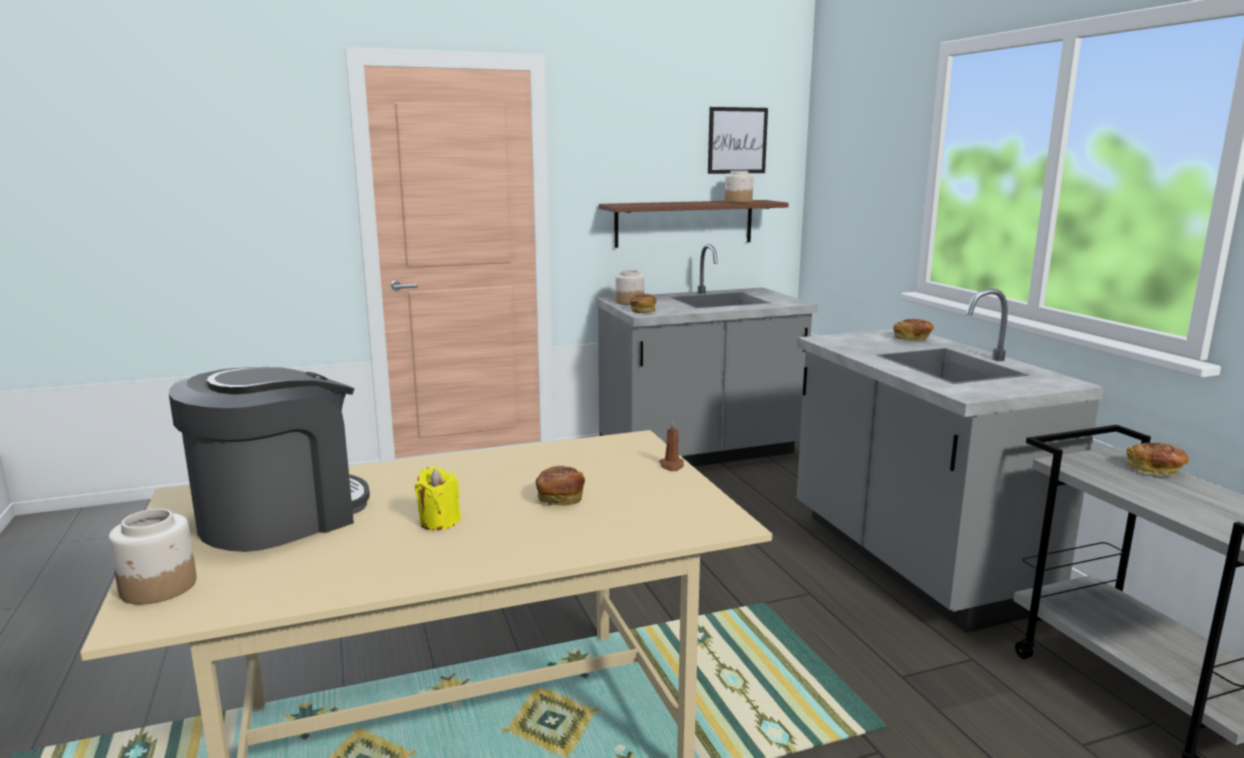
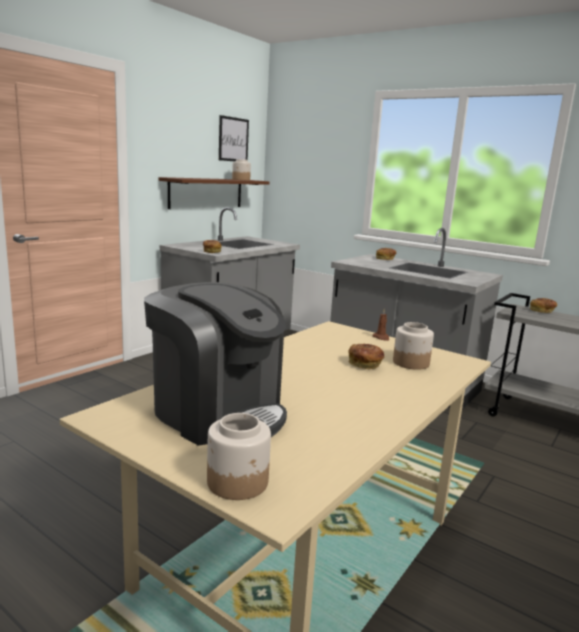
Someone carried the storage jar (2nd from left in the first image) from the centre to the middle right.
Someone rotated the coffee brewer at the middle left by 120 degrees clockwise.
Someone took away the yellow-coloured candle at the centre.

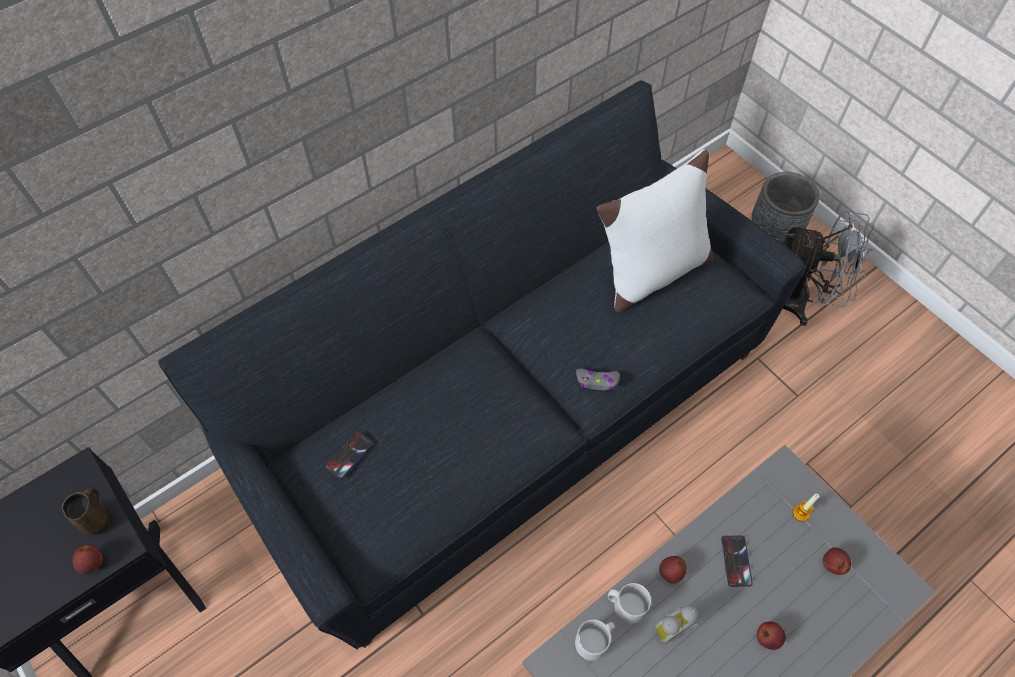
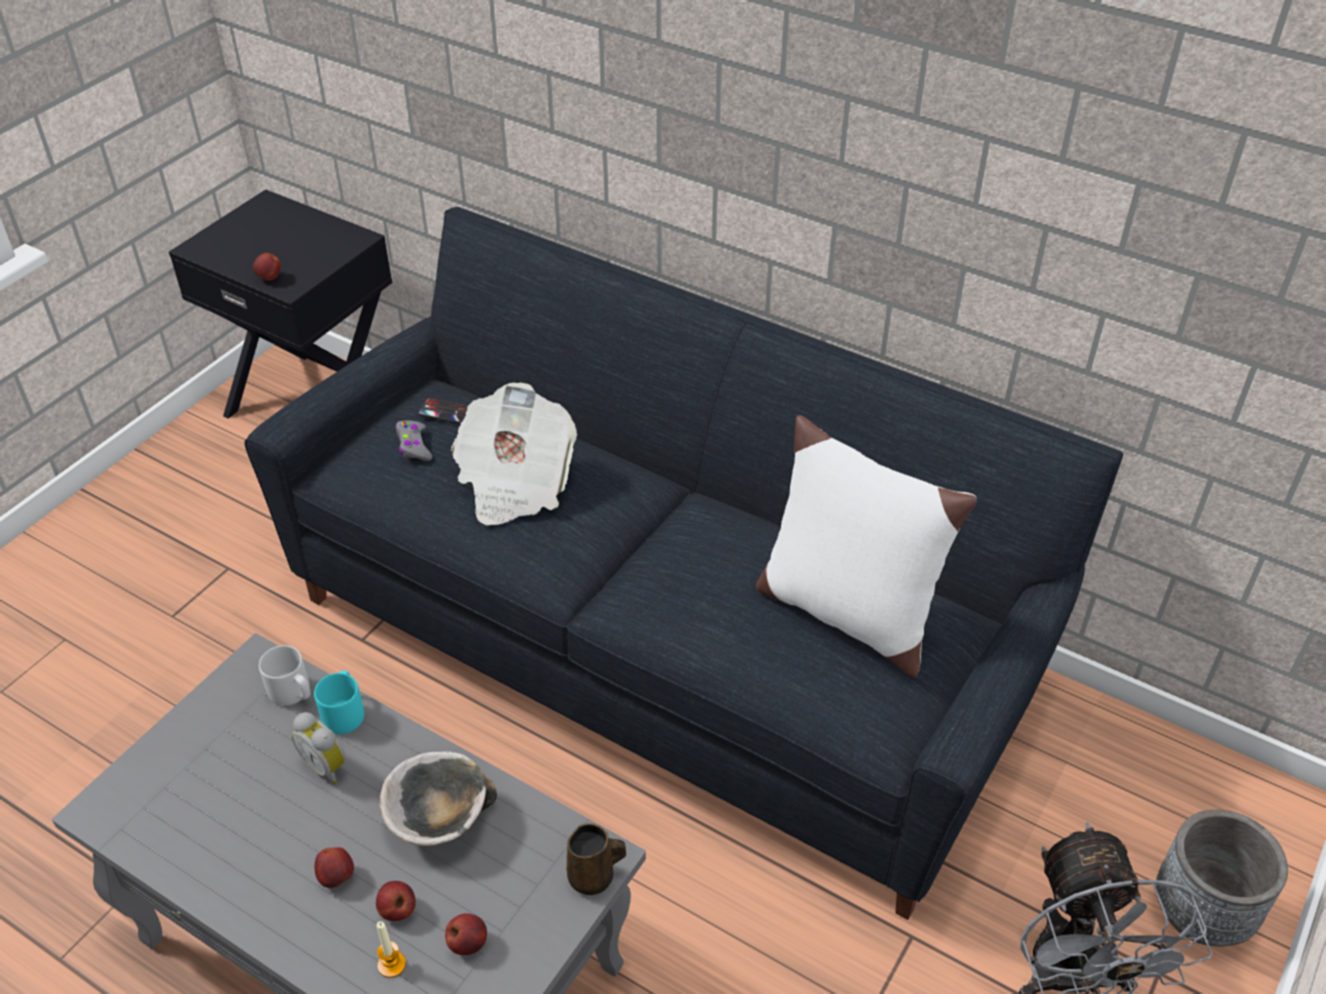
Someone carried the gray game controller from the centre to the middle left.
Someone carried the brown tea mug from the bottom left to the bottom centre.
Someone carried the candle from the bottom right to the bottom left.
Someone swapped the phone (2nd from left) at the bottom right for the serving bowl at the bottom left.
Someone carried the apple fruit (2nd from left in the first image) from the bottom centre to the bottom left.
Someone repainted the gray tea mug (2nd from left) at the bottom centre, which became the turquoise tea mug at the bottom left.
Someone put down the daily paper at the centre.

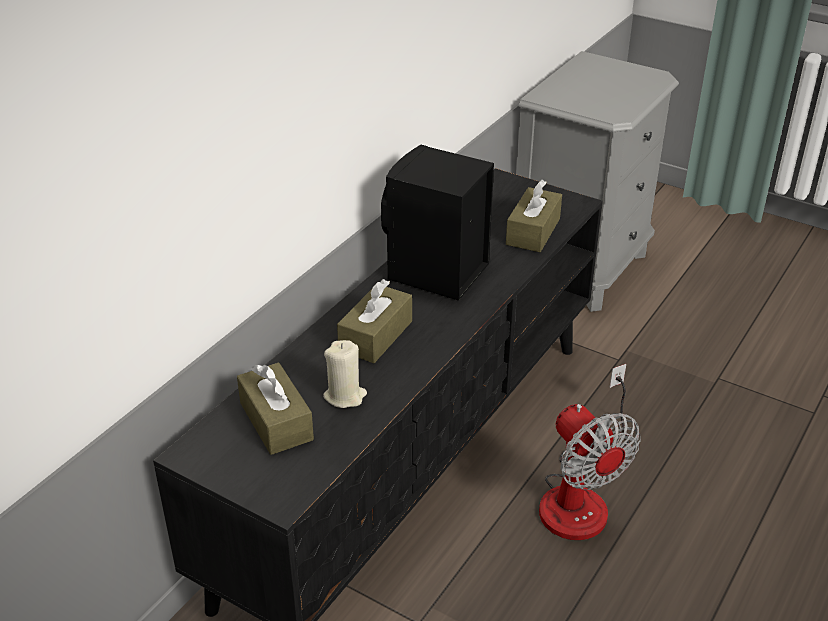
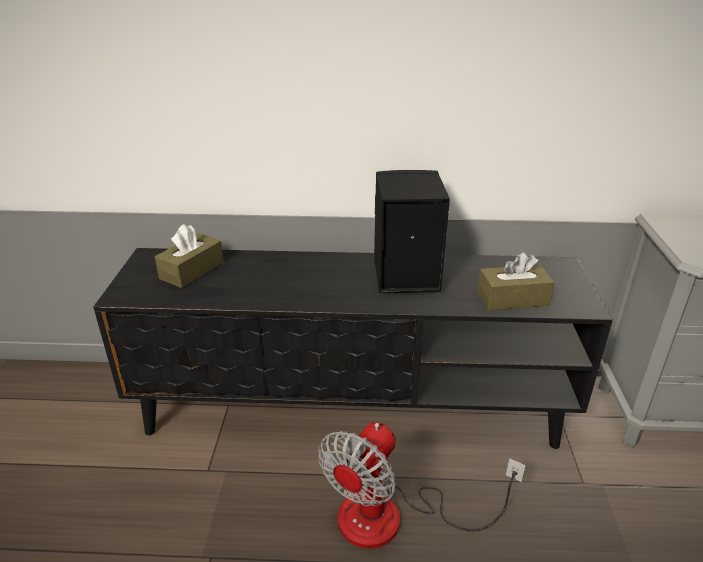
Someone took away the brown box of tissues (2nd from left) at the centre.
Someone took away the sand-coloured candle at the centre.

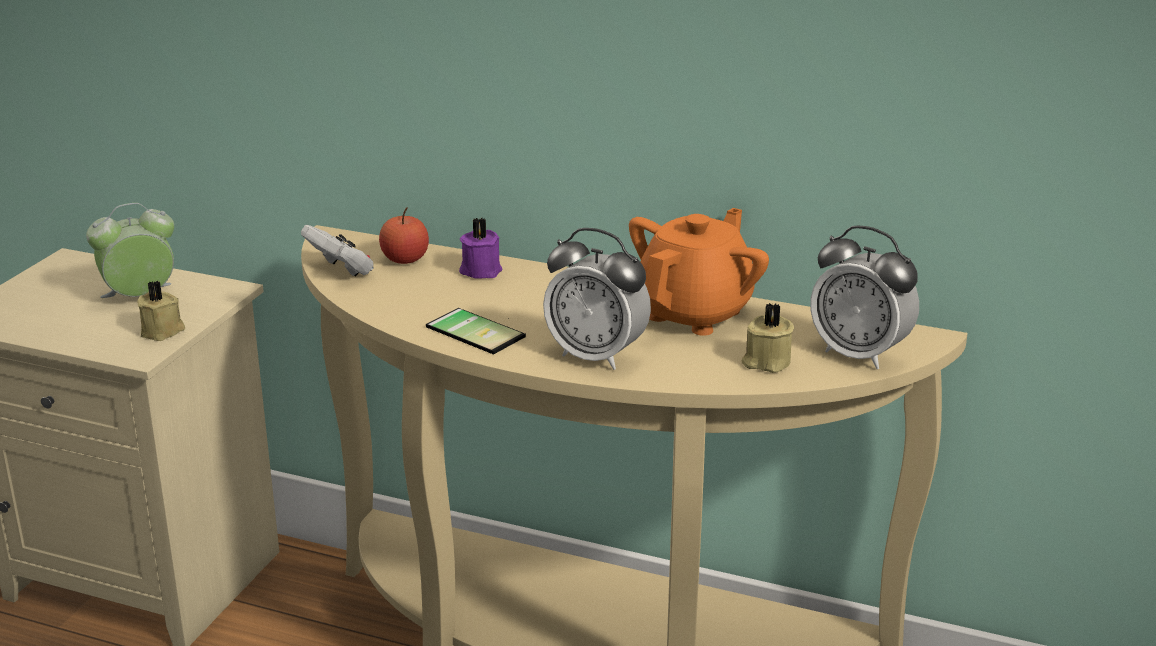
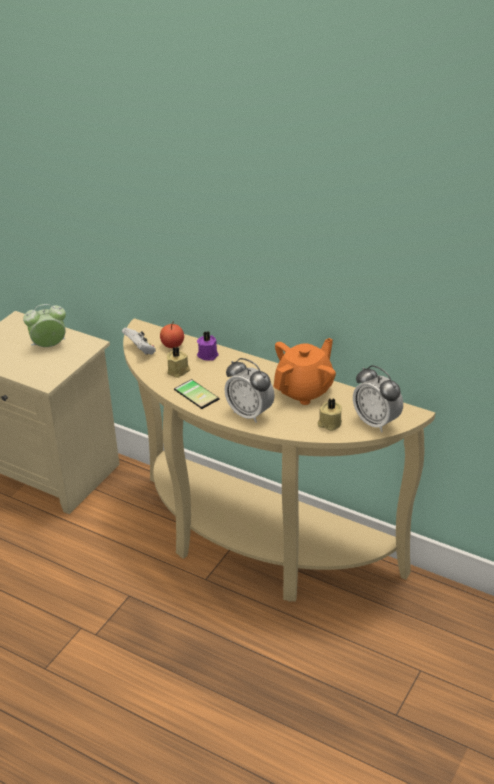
Someone carried the sand-coloured candle (1st from left) from the middle left to the centre.

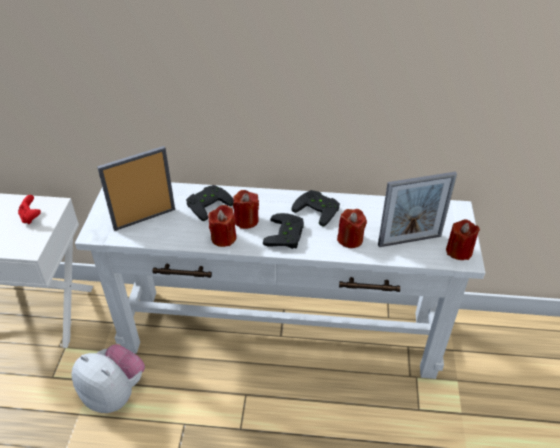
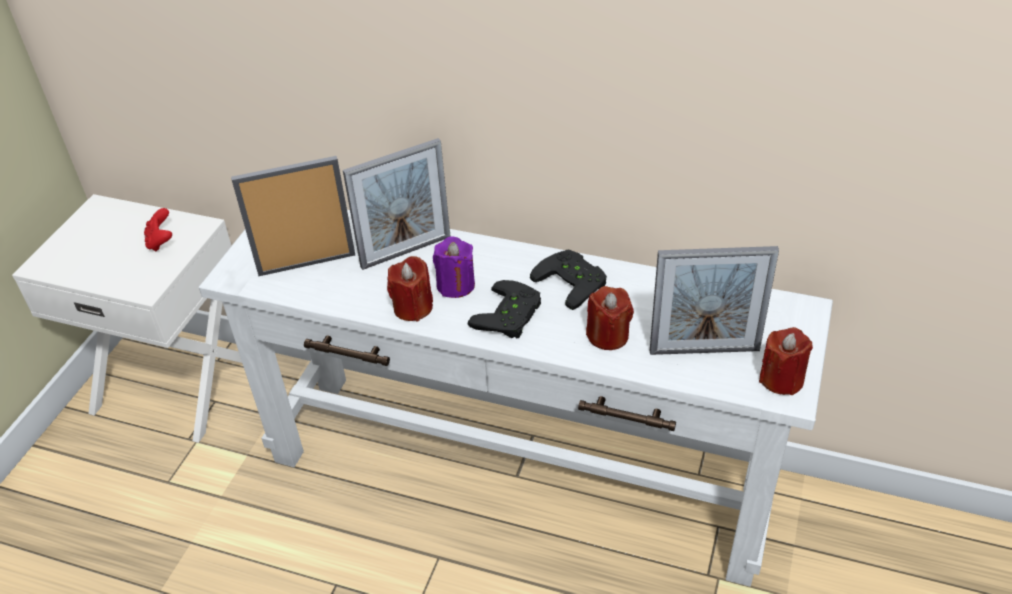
Someone swapped the blackish game controller (1st from left) at the centre for the photo frame (2nd from left) at the centre.
Someone repainted the red-coloured candle (2nd from left) at the centre, which became the purple-coloured candle at the centre.
Someone took away the soft toy at the bottom left.

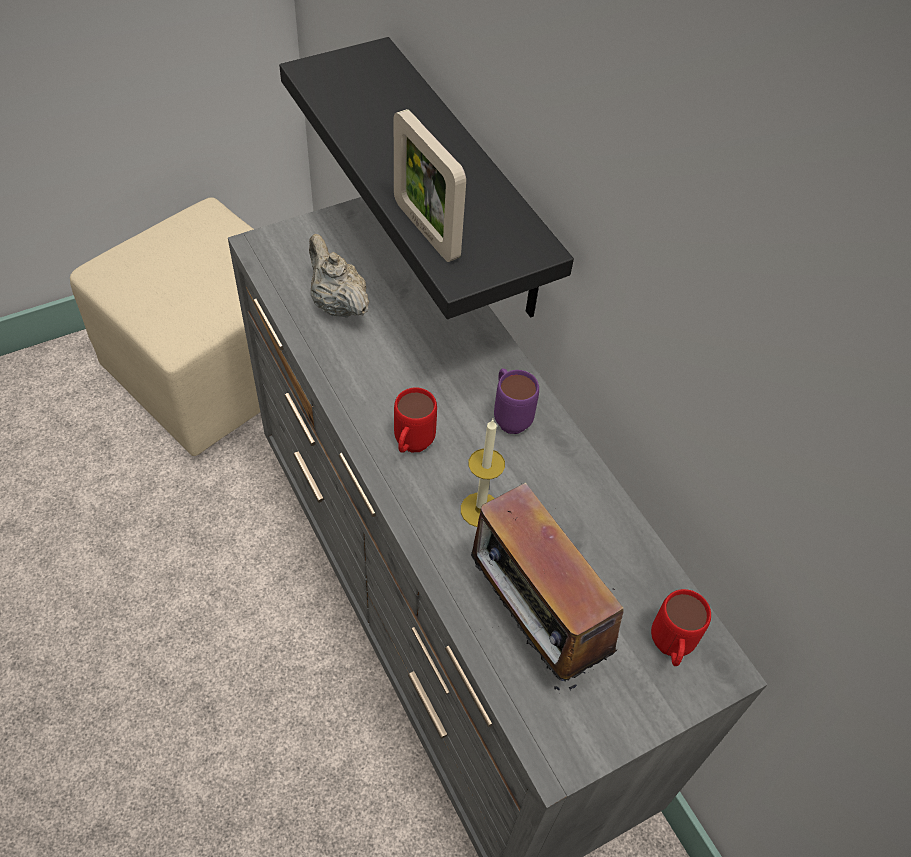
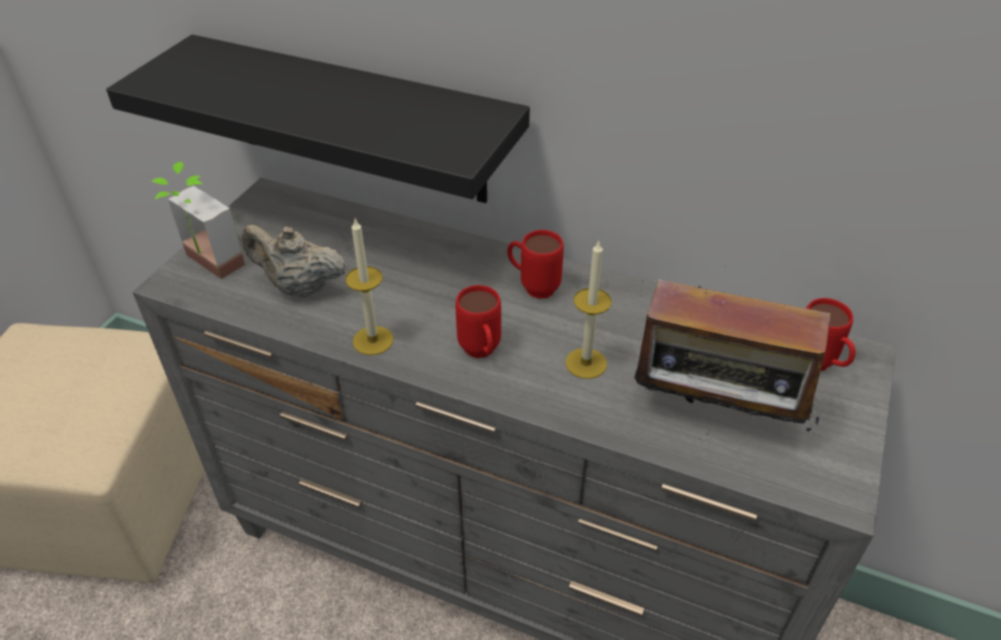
Someone took away the photo frame at the top centre.
Someone repainted the purple-coloured tea mug at the centre, which became the red-coloured tea mug (2nd from left) at the centre.
Someone put down the potted plant at the middle left.
Someone put down the candle (1st from left) at the centre.

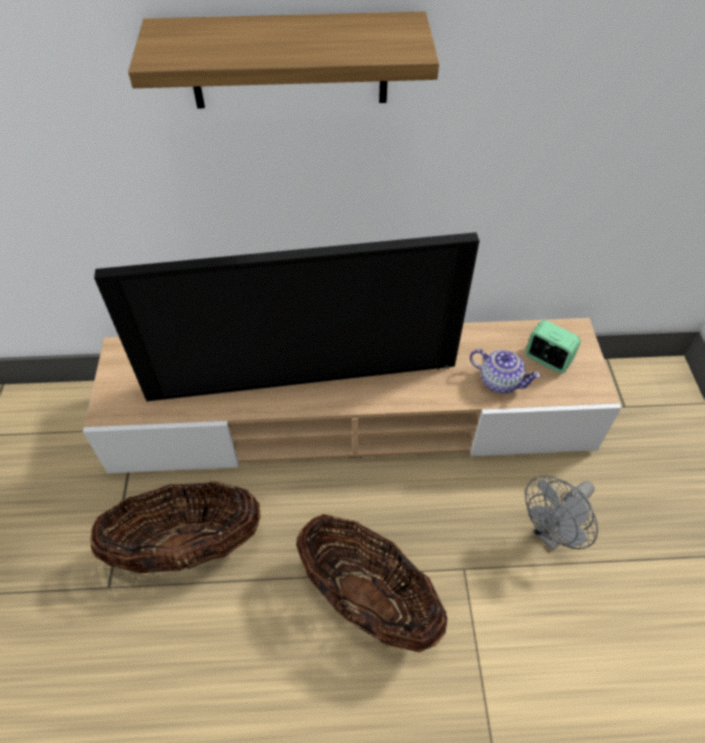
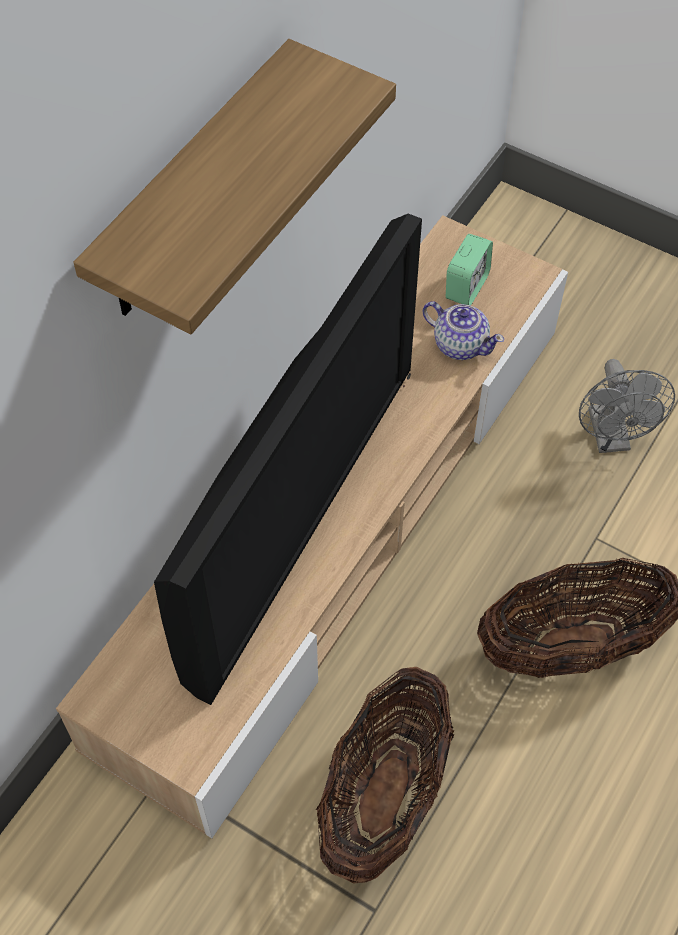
Someone rotated the table clock at the middle right by 135 degrees clockwise.
Someone rotated the teapot at the middle right by 60 degrees clockwise.

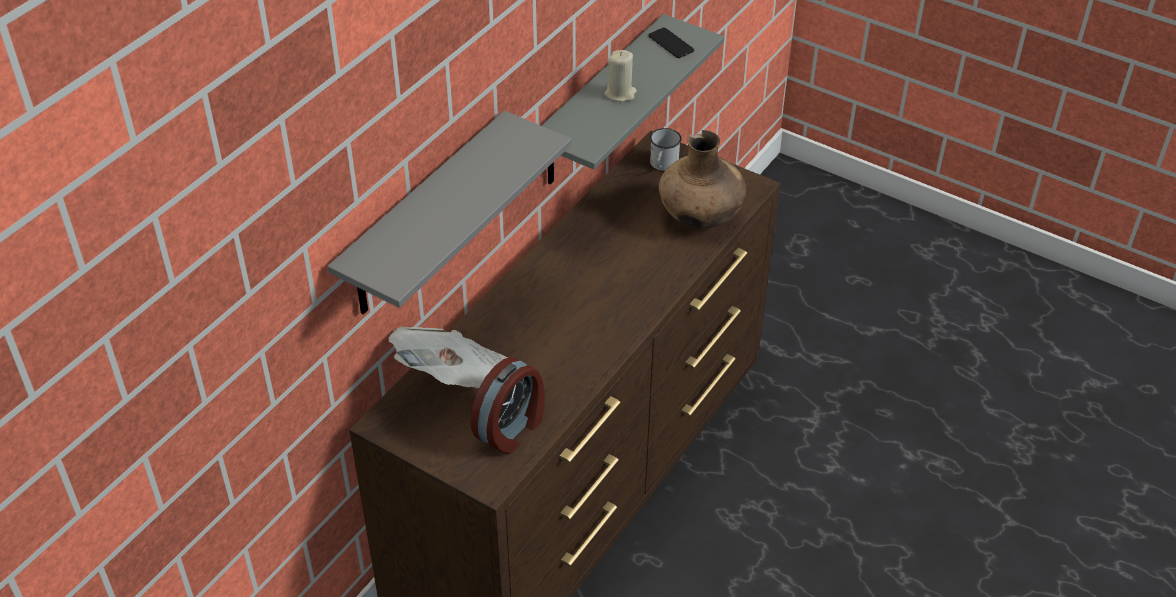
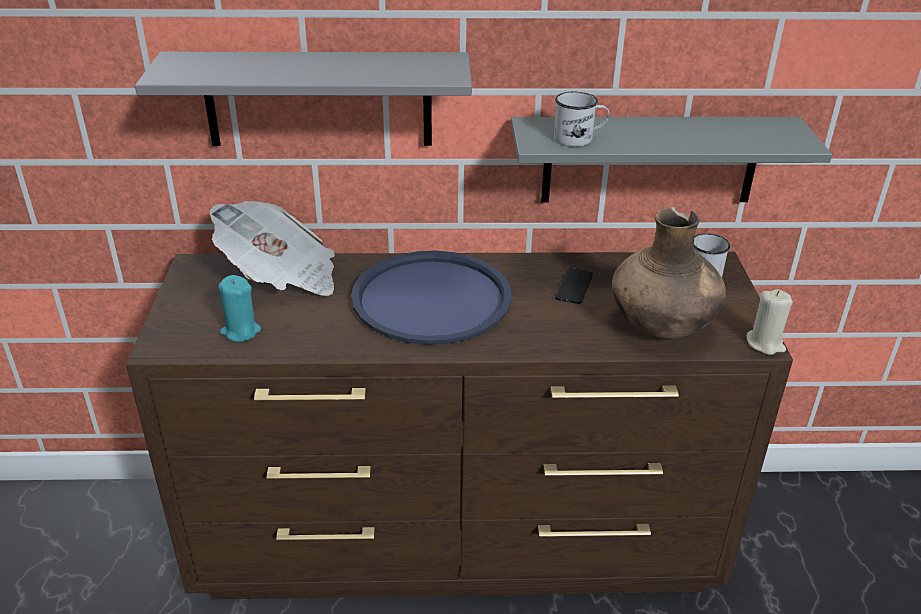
Someone carried the phone from the top centre to the centre.
Someone carried the sand-coloured candle from the top centre to the middle right.
Someone swapped the table clock at the bottom centre for the turquoise candle at the middle left.
Someone put down the white tea mug (1st from left) at the top centre.
Someone put down the blue-coloured carrying tray at the centre.

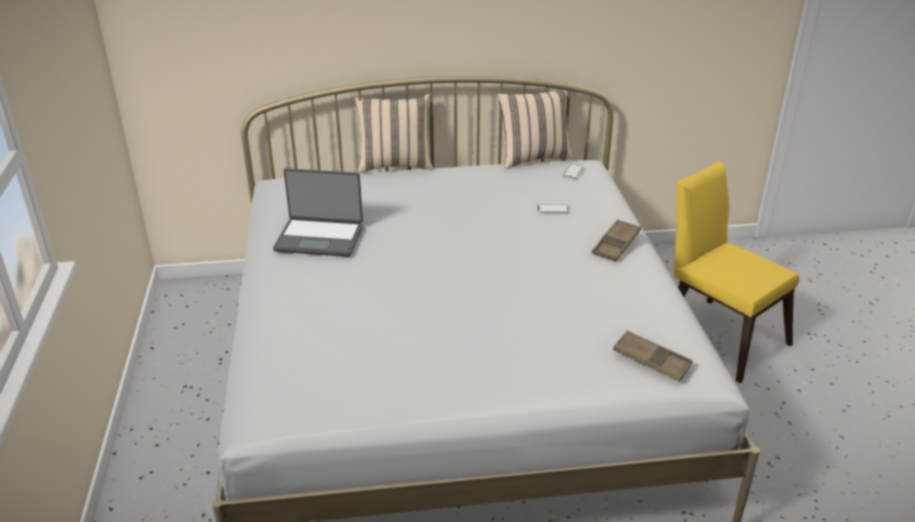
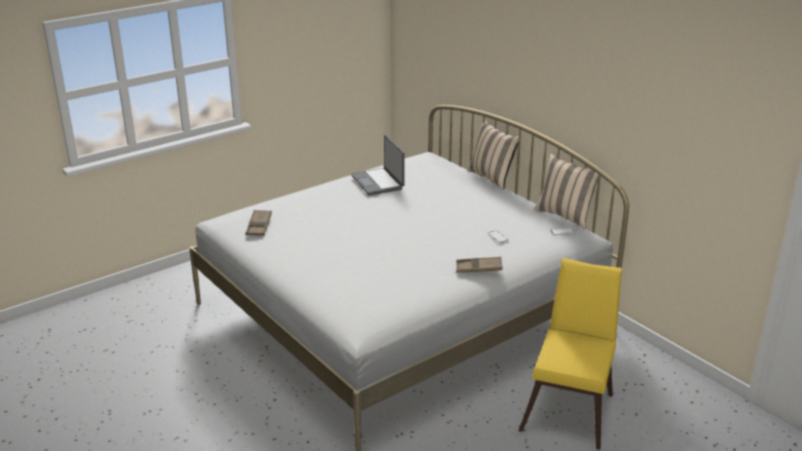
Someone carried the brown carrying tray (2nd from left in the first image) from the bottom right to the middle left.

